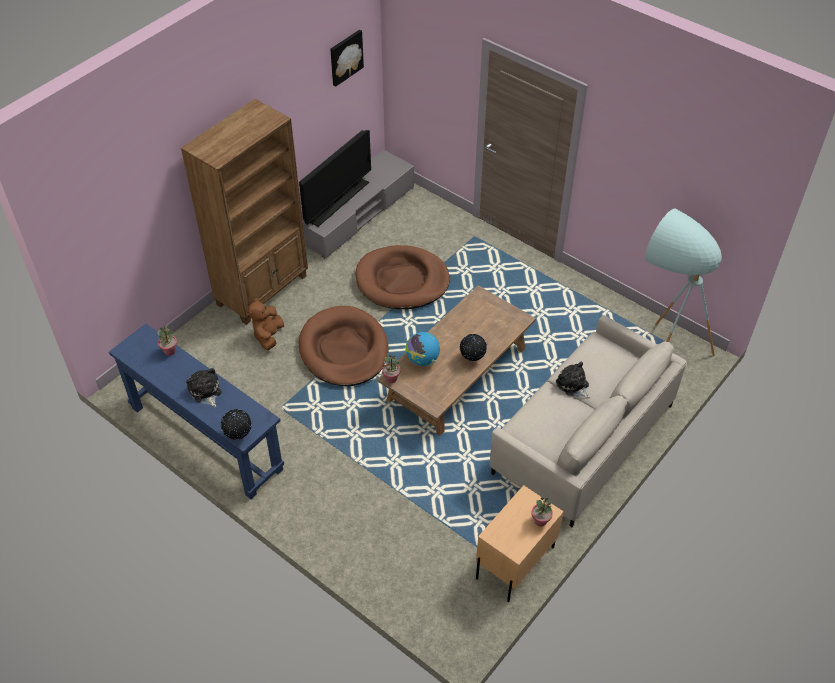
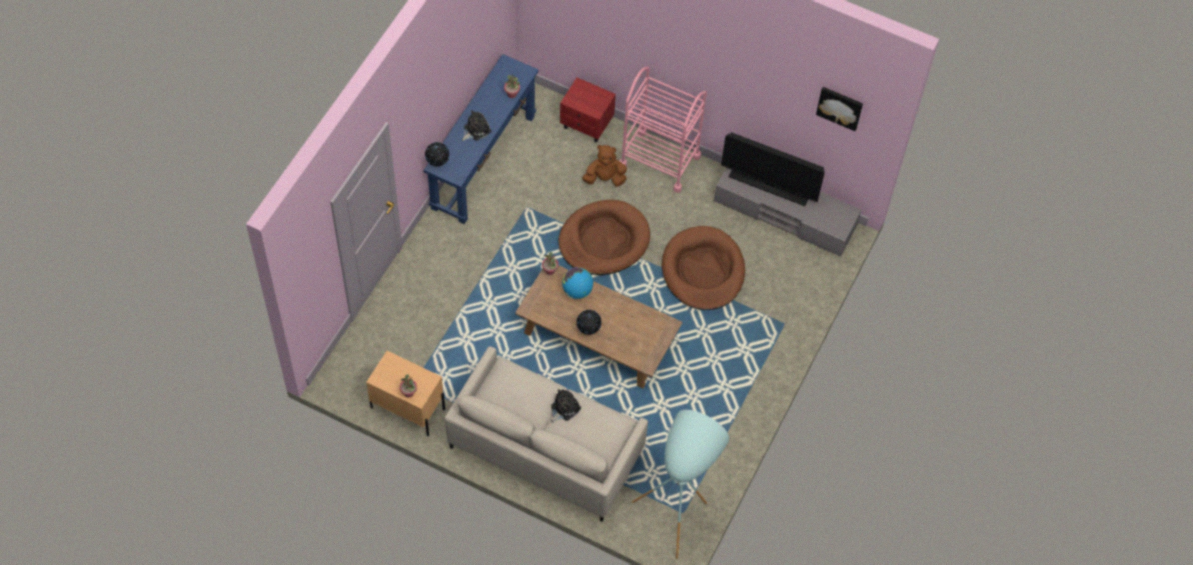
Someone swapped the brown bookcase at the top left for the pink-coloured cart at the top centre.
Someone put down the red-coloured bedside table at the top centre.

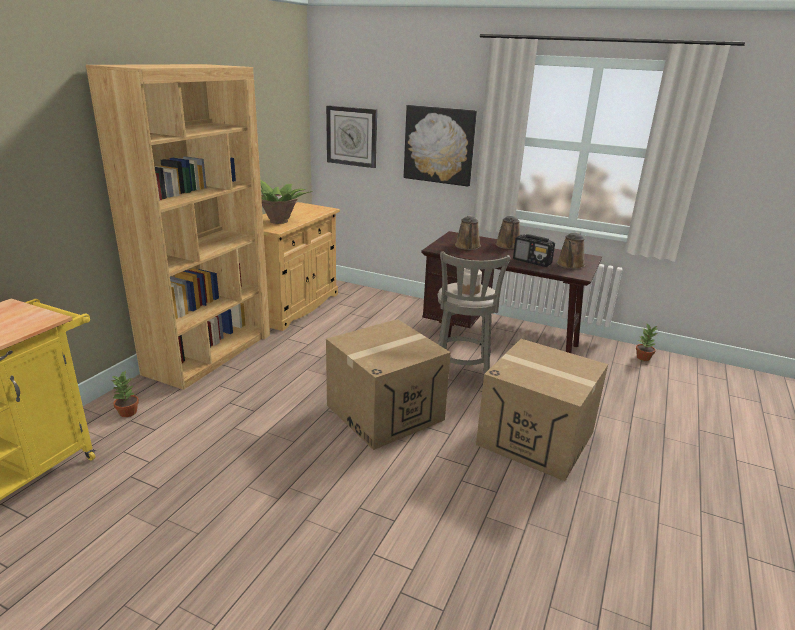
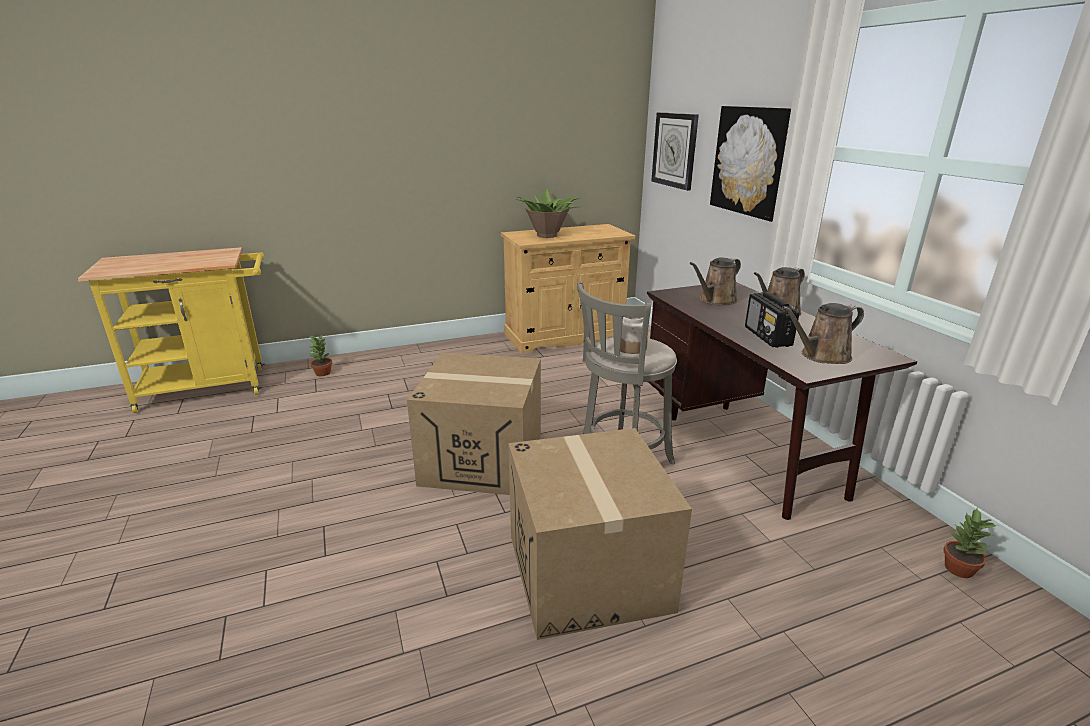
Someone took away the brown bookcase at the middle left.

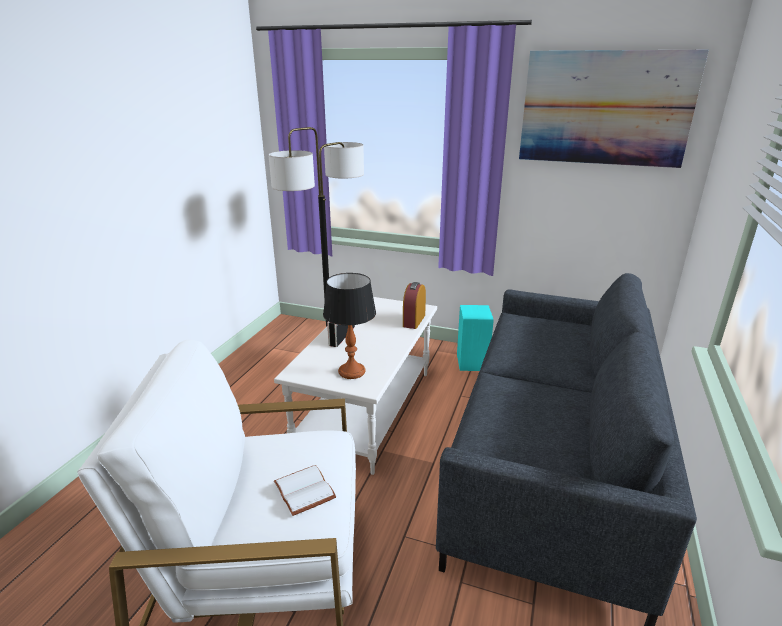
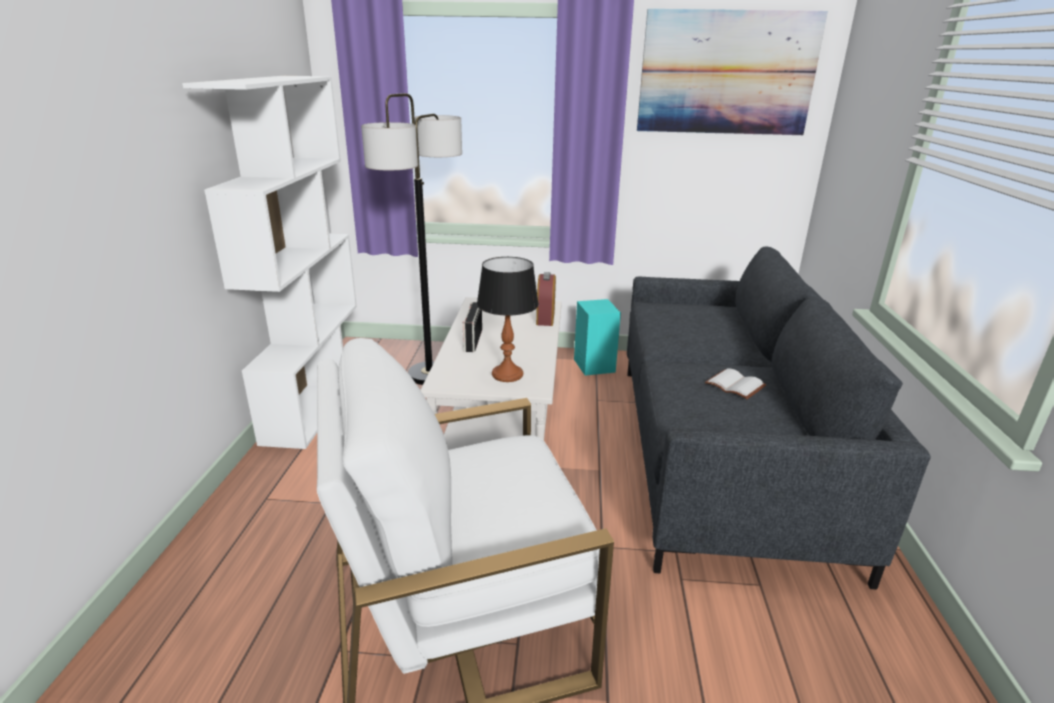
Someone carried the white volume from the bottom centre to the middle right.
Someone put down the white bookcase at the middle left.

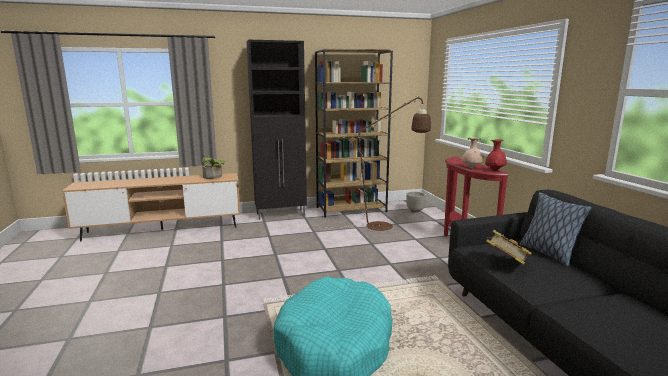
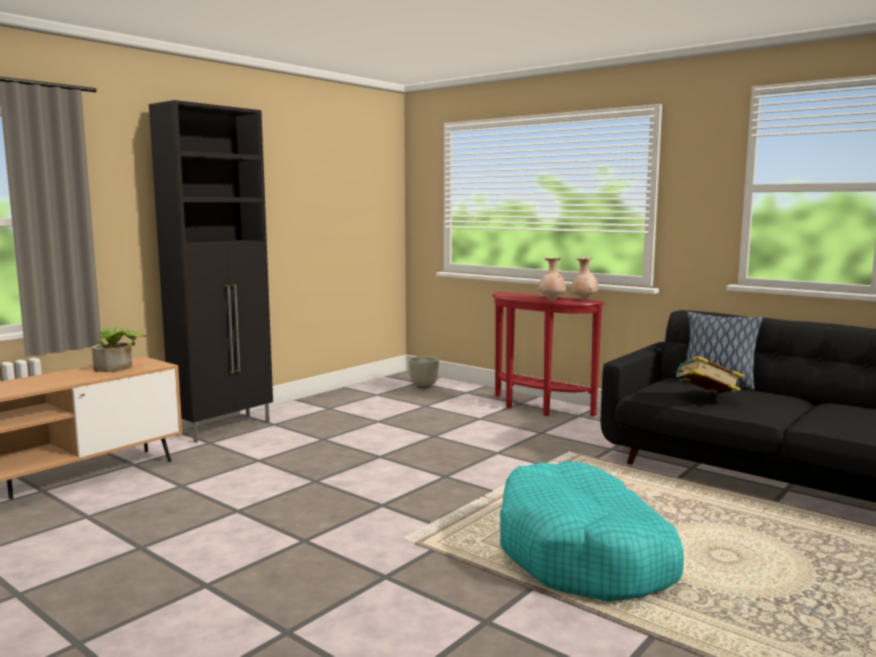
Someone took away the brown bookcase at the centre.
Someone took away the brown floor lamp at the centre.
Someone repainted the red-coloured vase at the middle right, which became the sand-coloured vase (2nd from left) at the middle right.

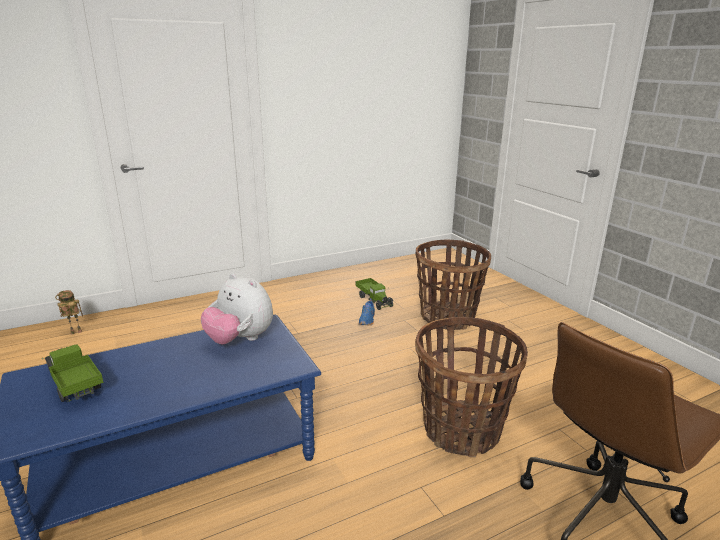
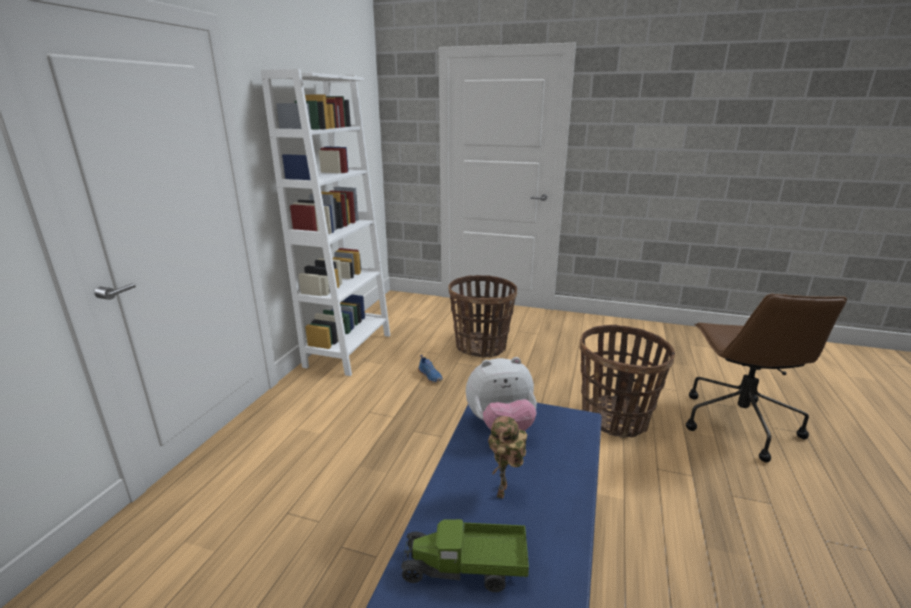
Someone took away the toy truck (2nd from left) at the centre.
Someone carried the model robot from the middle left to the bottom centre.
Someone put down the white bookcase at the centre.

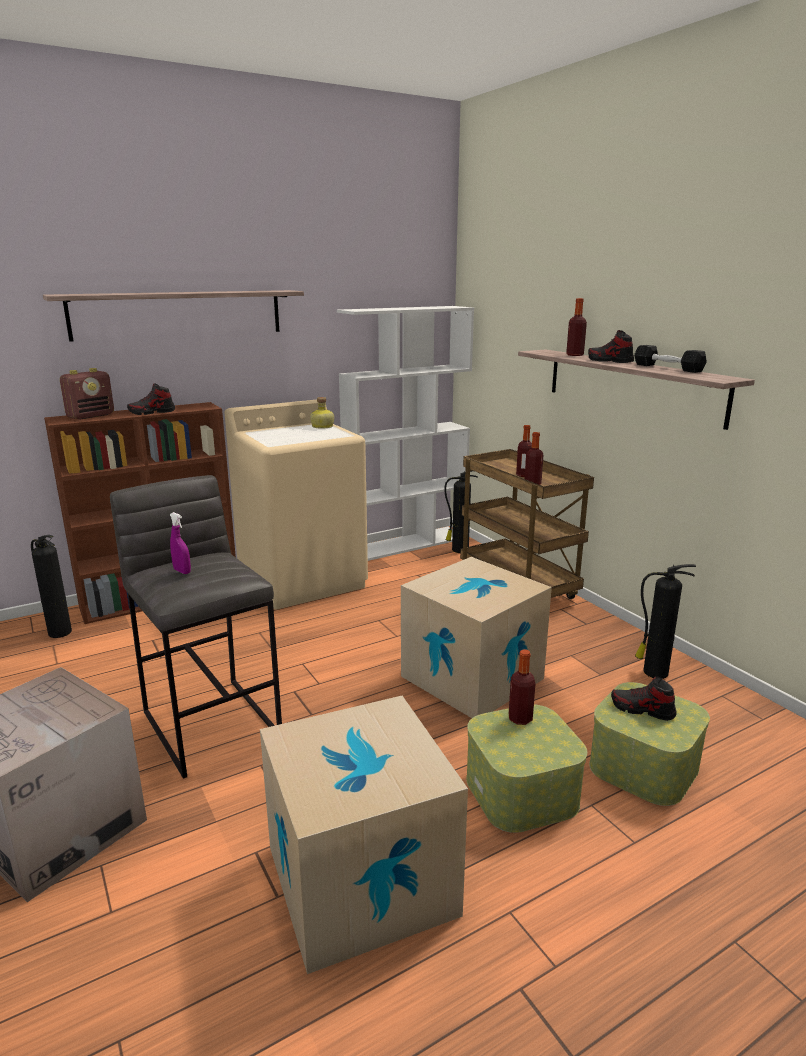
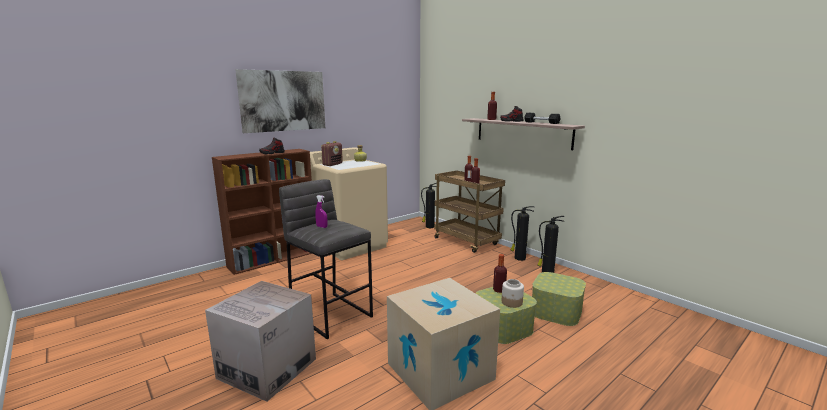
Someone swapped the shelf (1st from left) at the top left for the wall picture at the top centre.
Someone took away the white bookcase at the centre.
Someone carried the radio set from the middle left to the centre.
Someone carried the fire-fighting cylinder (1st from left in the first image) from the middle left to the centre.
Someone took away the cardboard box (3rd from left) at the centre.
Someone took away the shoe (3rd from left) at the middle right.
Someone put down the storage jar at the bottom centre.

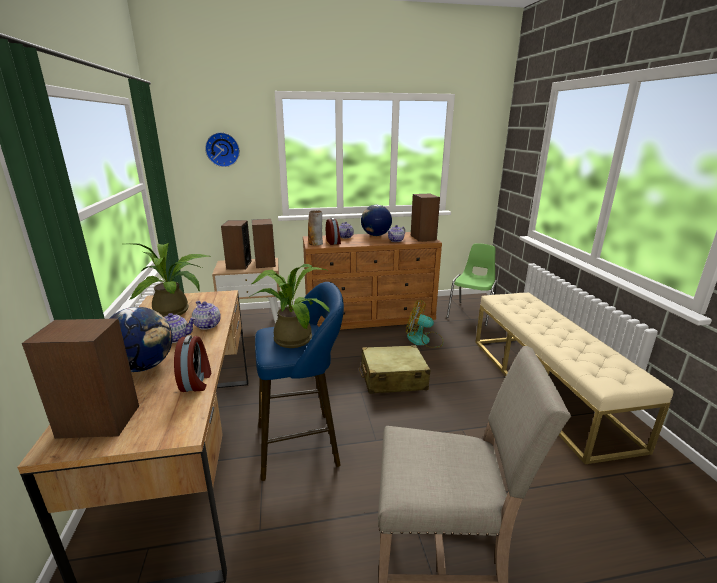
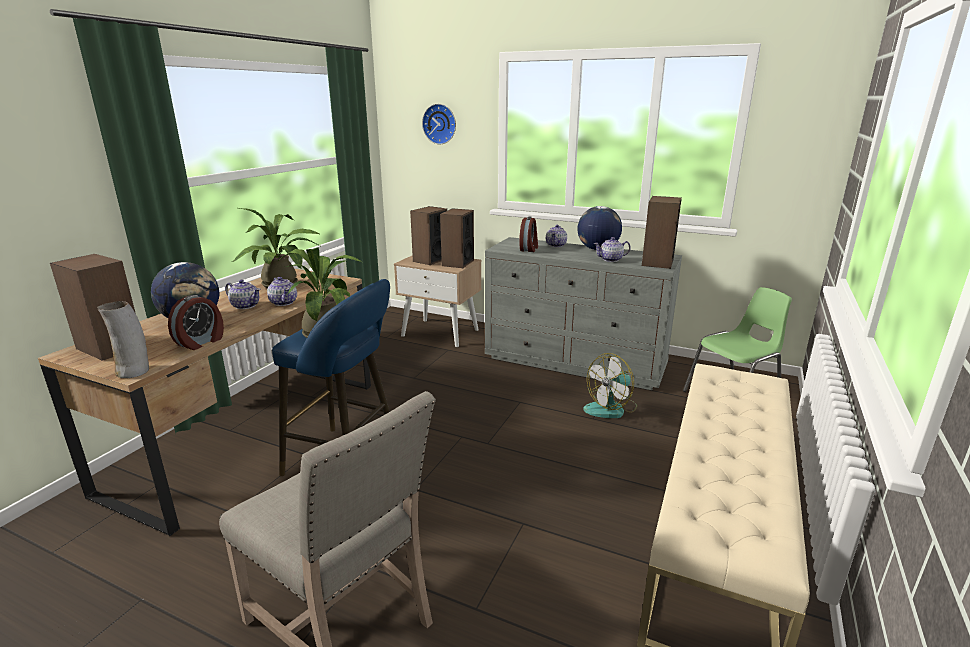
Someone carried the vase from the centre to the middle left.
Someone repainted the brown chest of drawers at the centre, which became the gray chest of drawers at the centre.
Someone rotated the fan at the centre by 90 degrees counterclockwise.
Someone rotated the teapot (2nd from left) at the middle left by 150 degrees clockwise.
Someone took away the sand-coloured piece of luggage at the centre.

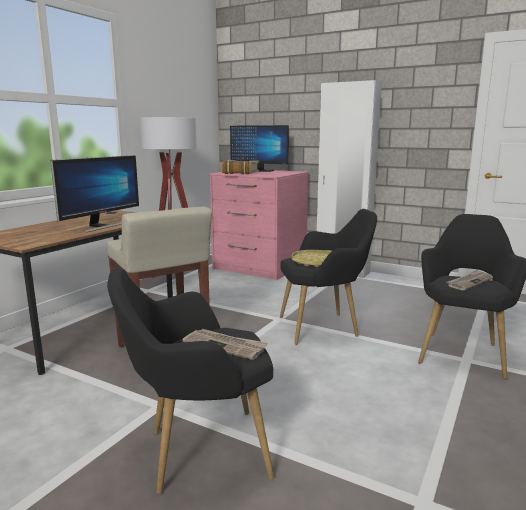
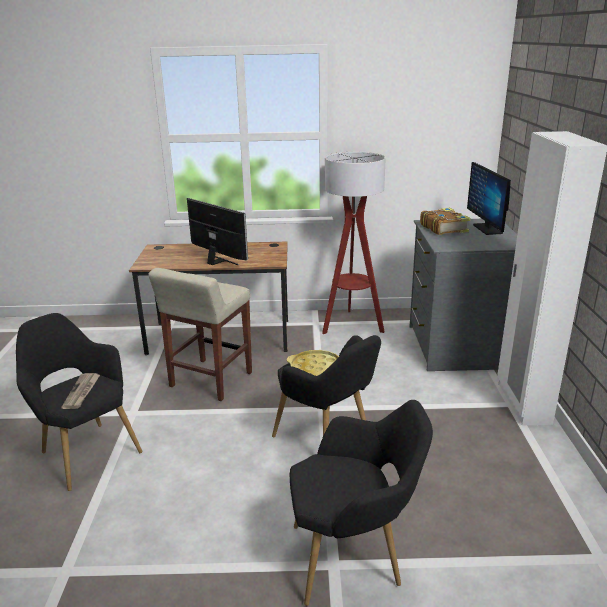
Someone rotated the computer screen (1st from left) at the middle left by 135 degrees counterclockwise.
Someone repainted the pink-coloured chest of drawers at the centre, which became the gray chest of drawers at the middle right.
Someone took away the daily paper (2nd from left) at the middle right.

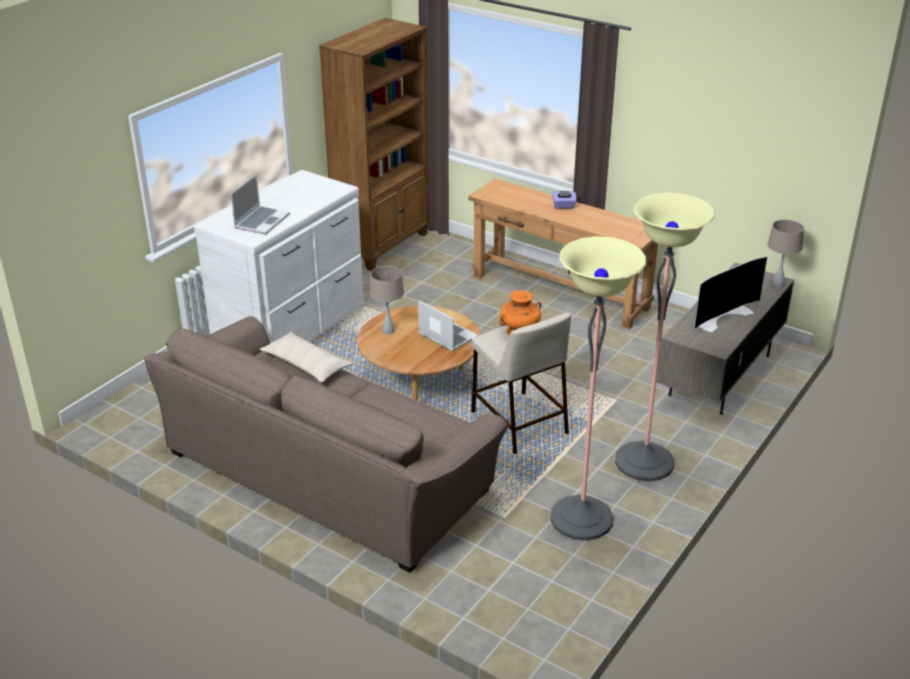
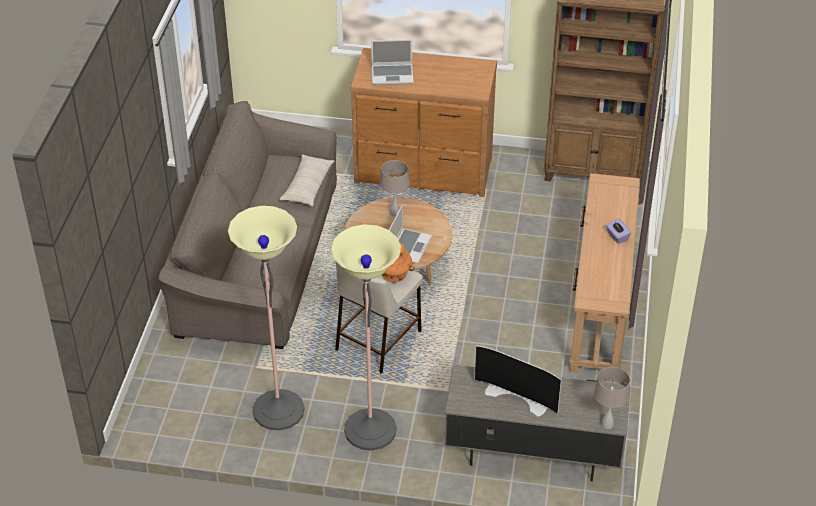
Someone repainted the white chest of drawers at the middle left, which became the brown chest of drawers at the top centre.

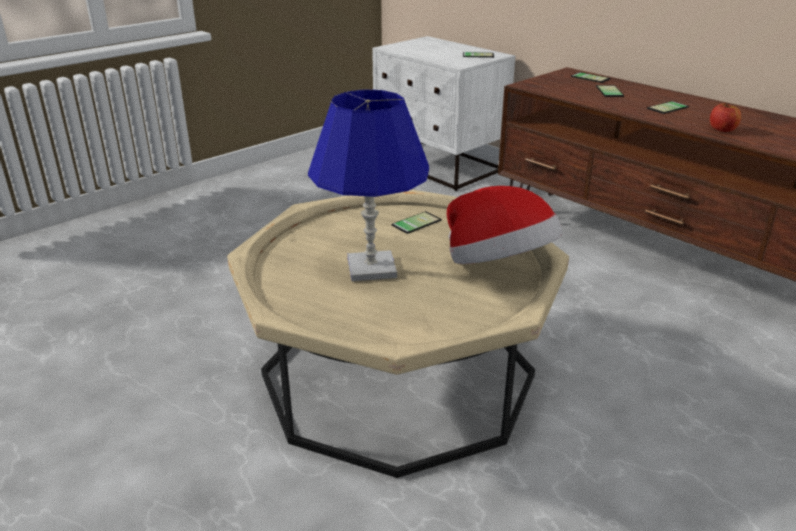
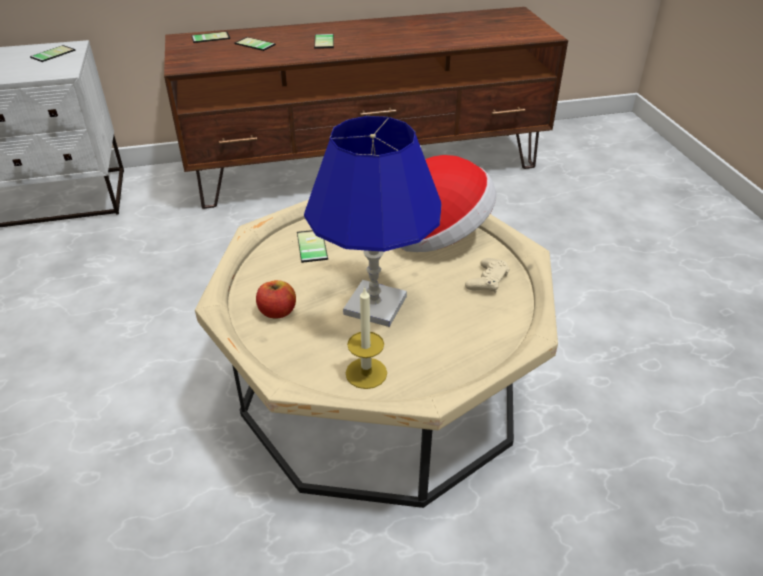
Someone carried the apple fruit from the top right to the centre.
Someone put down the sand-coloured game controller at the centre.
Someone put down the candle at the centre.

